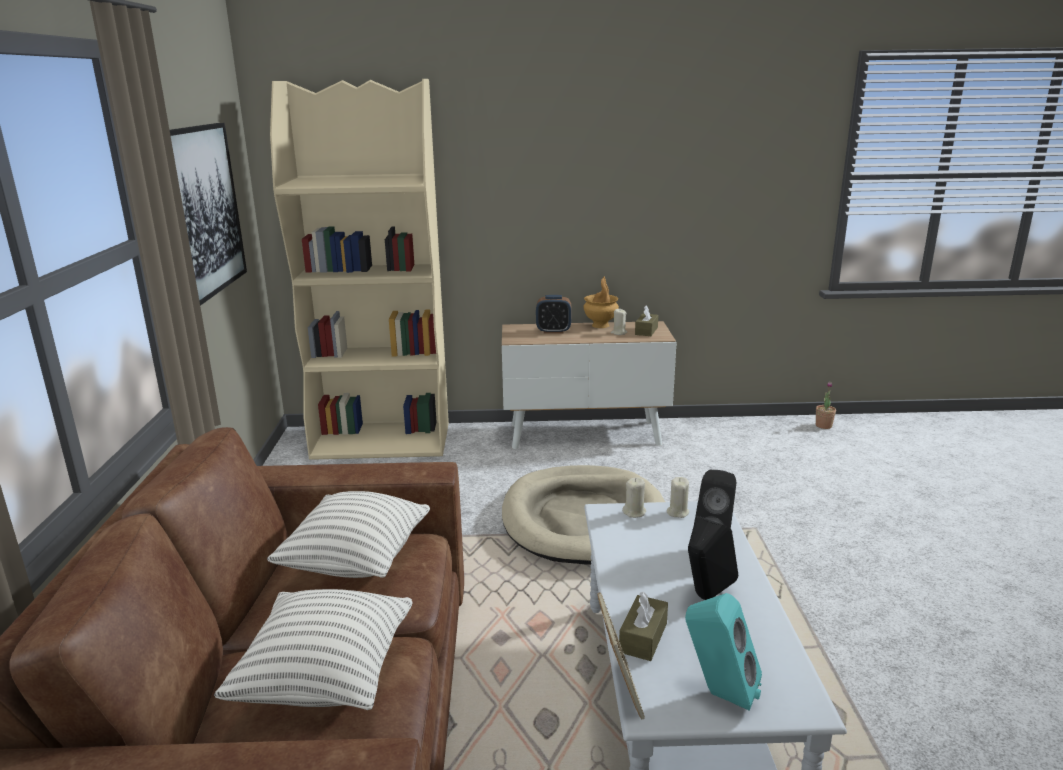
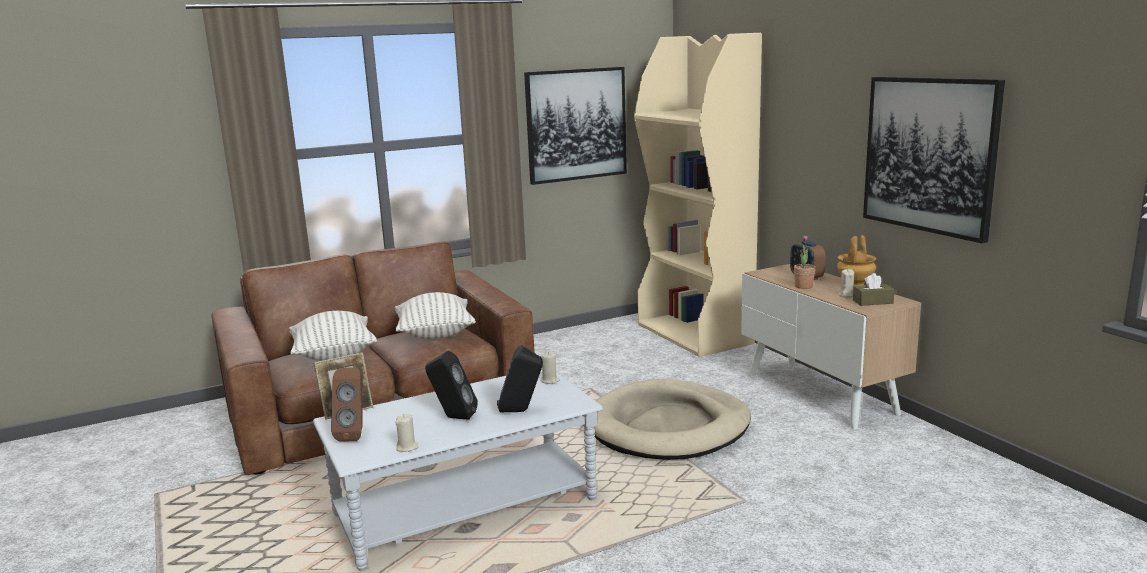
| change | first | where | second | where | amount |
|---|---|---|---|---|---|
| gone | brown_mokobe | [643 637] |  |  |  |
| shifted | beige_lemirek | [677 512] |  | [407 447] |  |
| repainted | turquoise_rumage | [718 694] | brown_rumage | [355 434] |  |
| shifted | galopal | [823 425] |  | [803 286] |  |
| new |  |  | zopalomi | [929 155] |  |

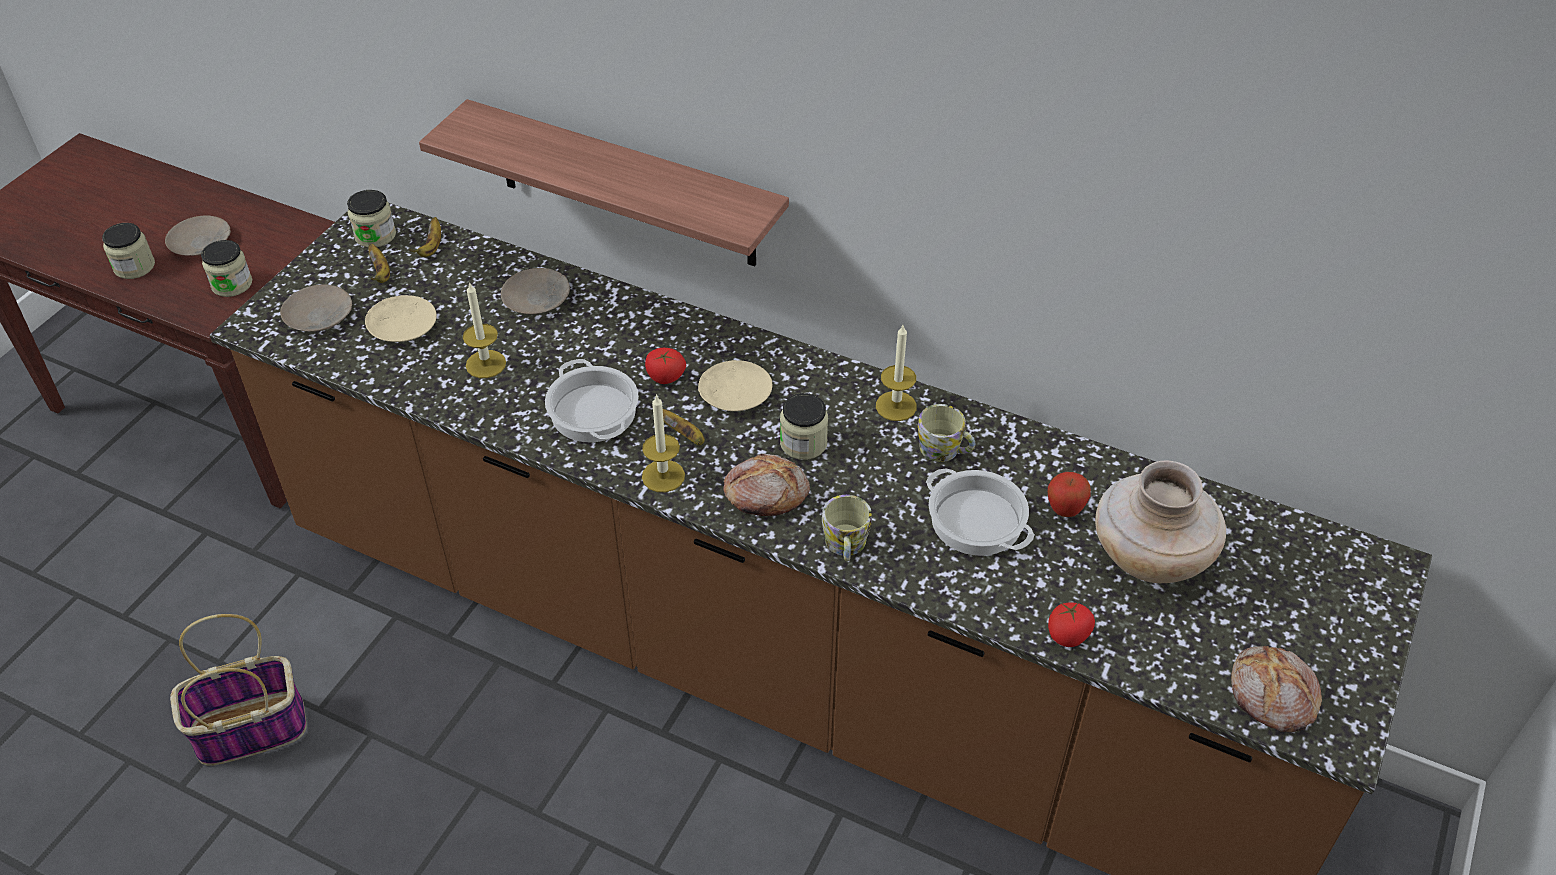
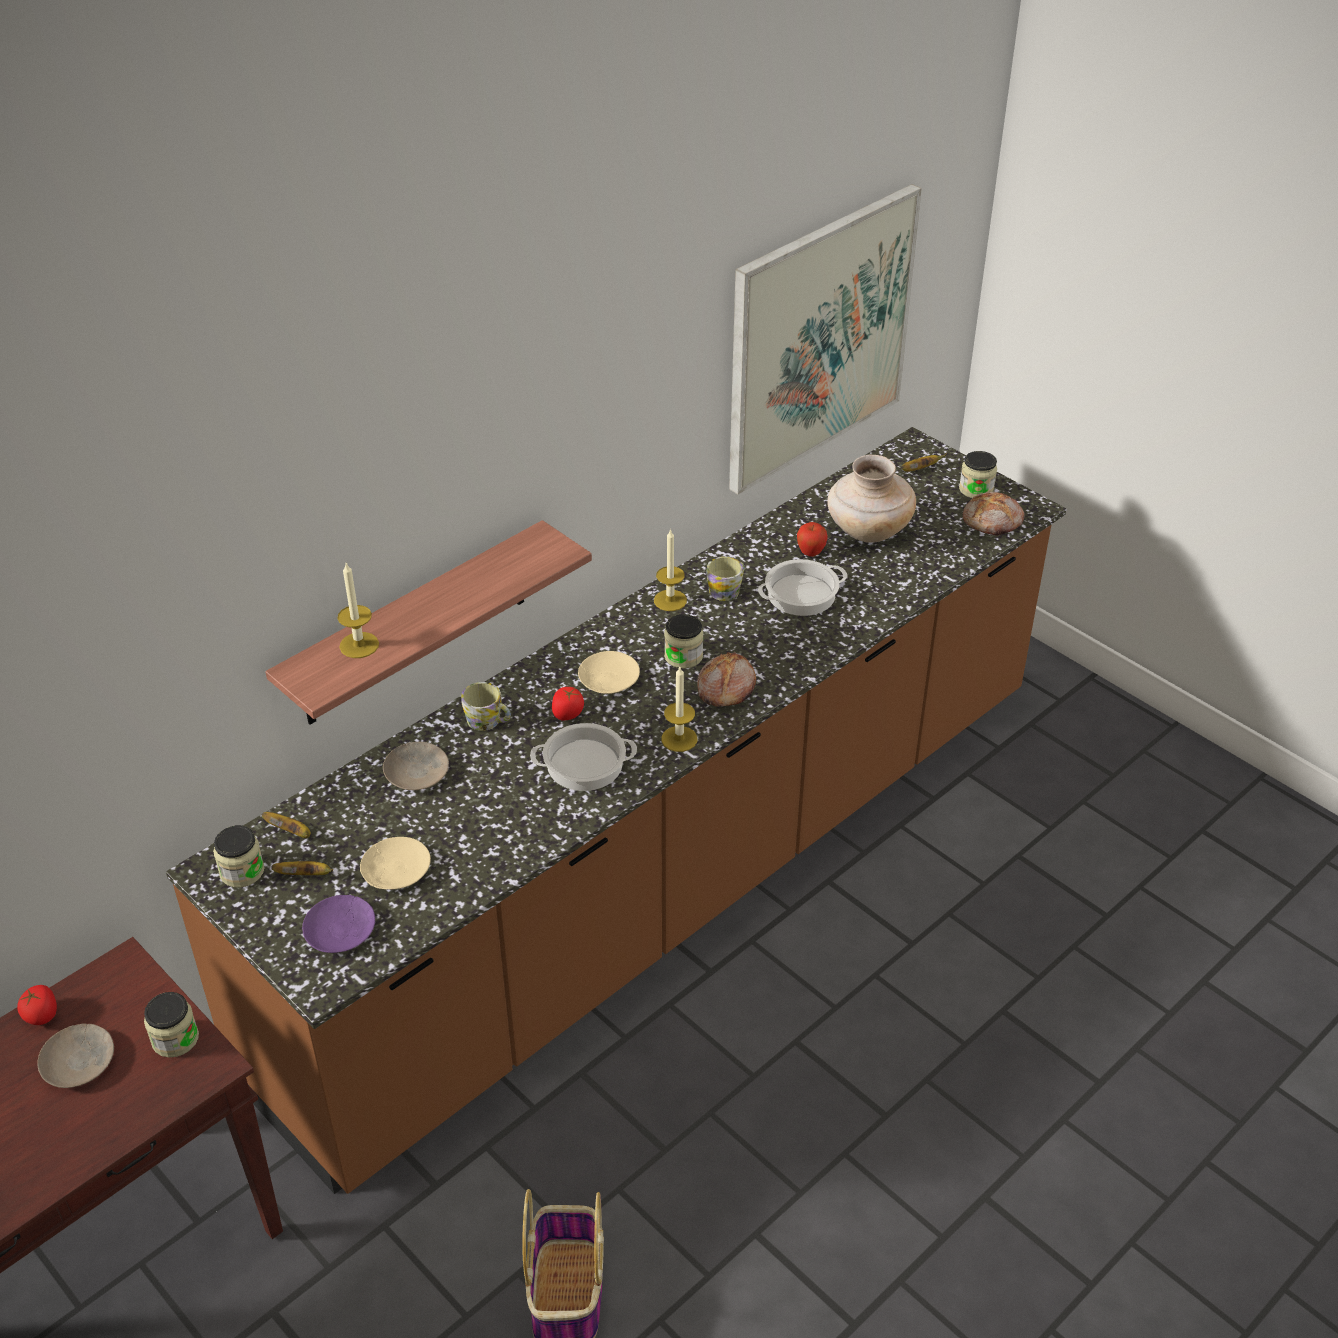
| change | first | where | second | where | amount |
|---|---|---|---|---|---|
| shifted | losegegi | [134 267] |  | [976 489] |  |
| repainted | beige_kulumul | [319 316] | purple_kulumul | [341 930] |  |
| shifted | lemirek | [486 364] |  | [359 645] |  |
| shifted | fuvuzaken | [684 435] |  | [919 469] |  |
| shifted | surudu | [845 546] |  | [488 721] |  |
| shifted | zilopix | [1068 635] |  | [42 1015] |  |
| new |  |  | zopalomi | [819 338] |  |

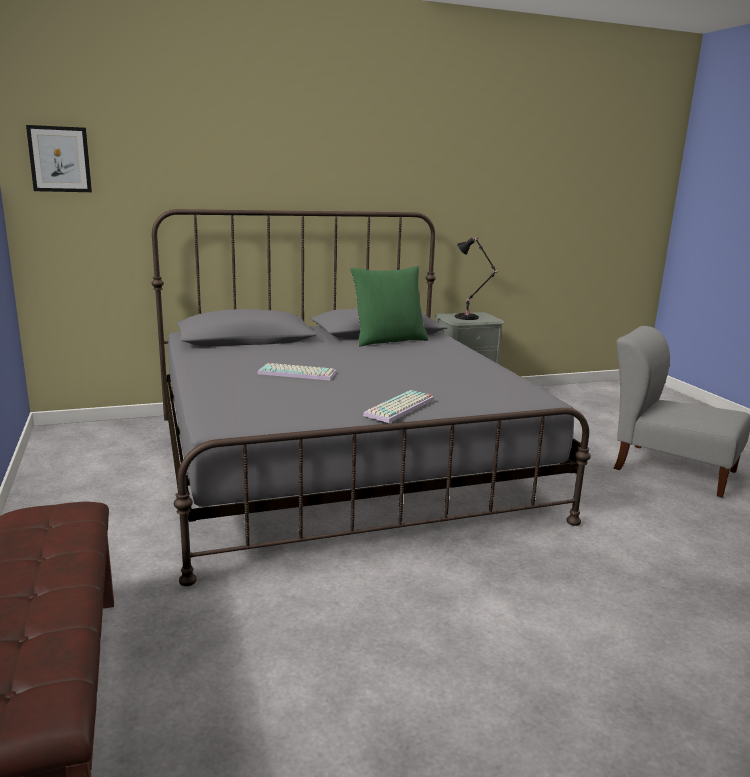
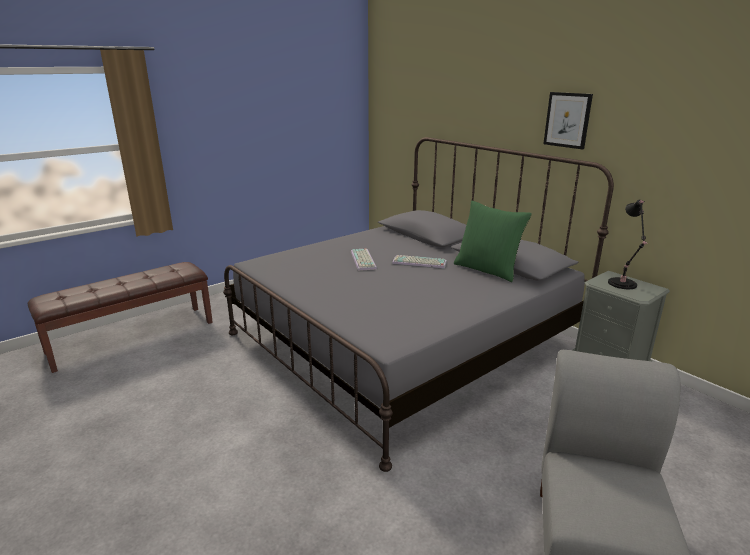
| change | first | where | second | where | amount |
|---|---|---|---|---|---|
| shifted | zopalomi | [59 159] |  | [567 120] |  |
| shifted | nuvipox | [400 408] |  | [418 263] |  |

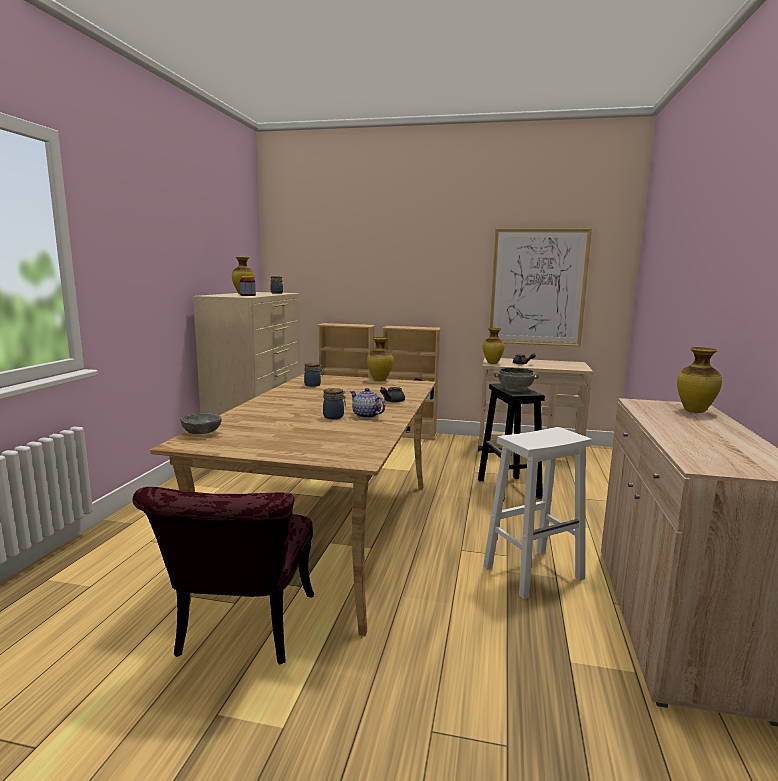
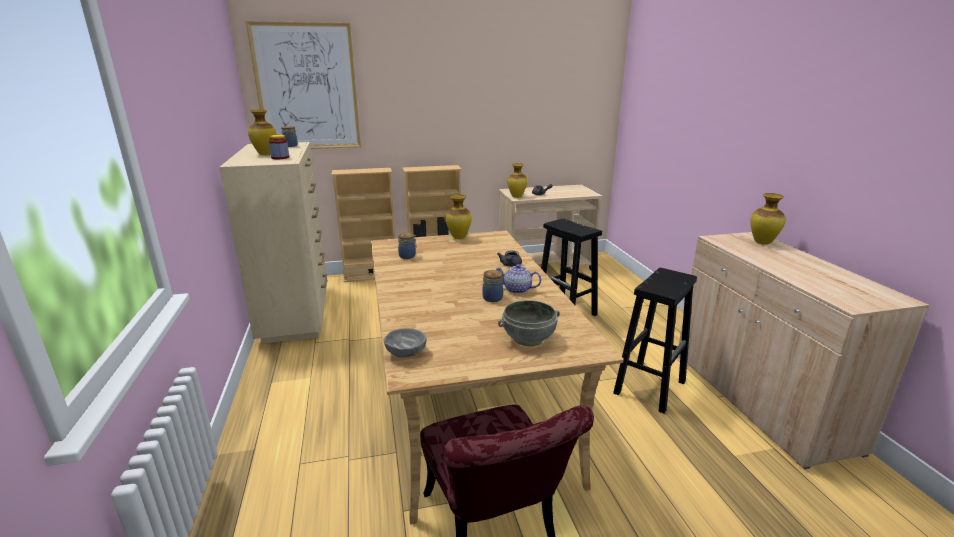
| change | first | where | second | where | amount |
|---|---|---|---|---|---|
| repainted | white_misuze | [534 572] | black_misuze | [650 387] |  |
| shifted | zopalomi | [538 287] |  | [307 88] |  |
| shifted | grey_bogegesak | [515 390] |  | [528 339] |  |

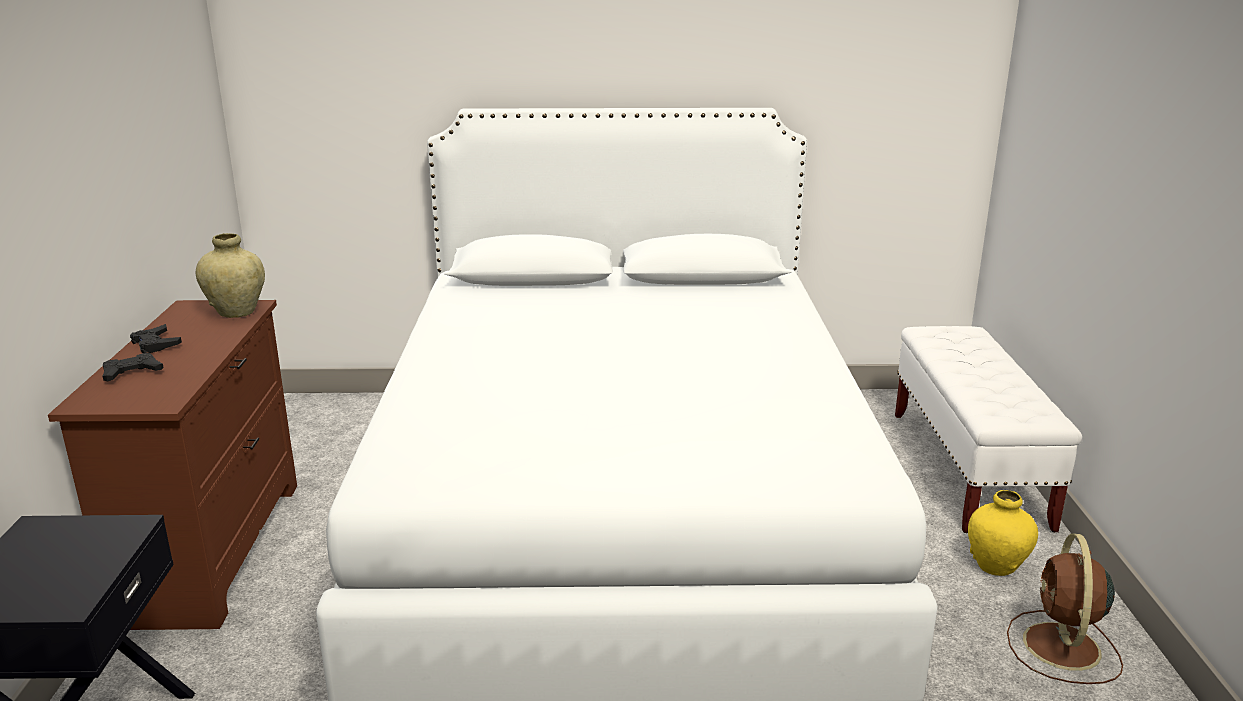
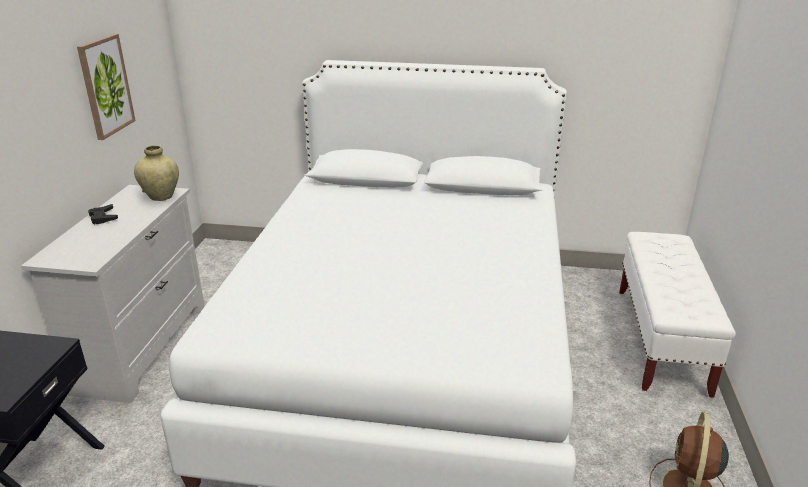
| change | first | where | second | where | amount |
|---|---|---|---|---|---|
| repainted | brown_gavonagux | [215 549] | white_gavonagux | [143 346] |  |
| gone | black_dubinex | [131 373] |  |  |  |
| gone | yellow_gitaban | [996 566] |  |  |  |
| new |  |  | zopalomi | [105 86] |  |

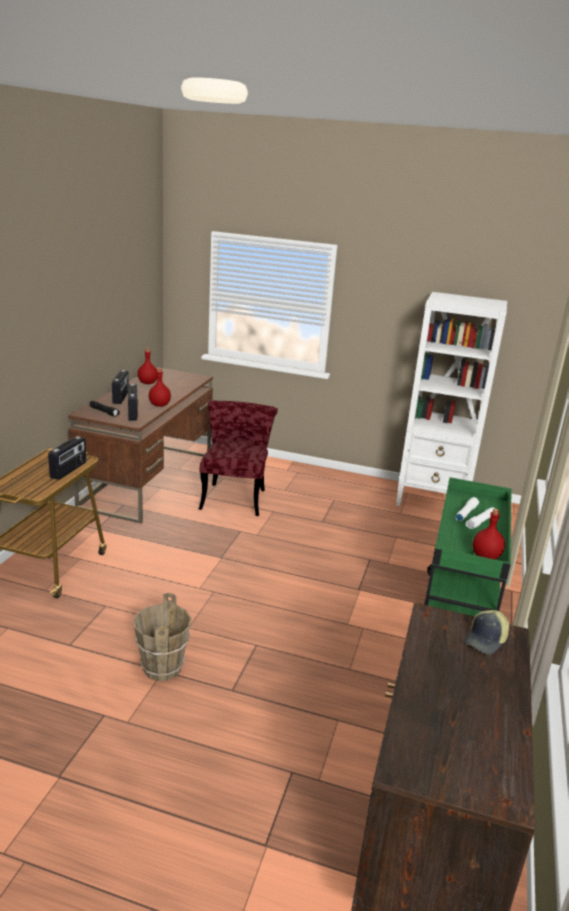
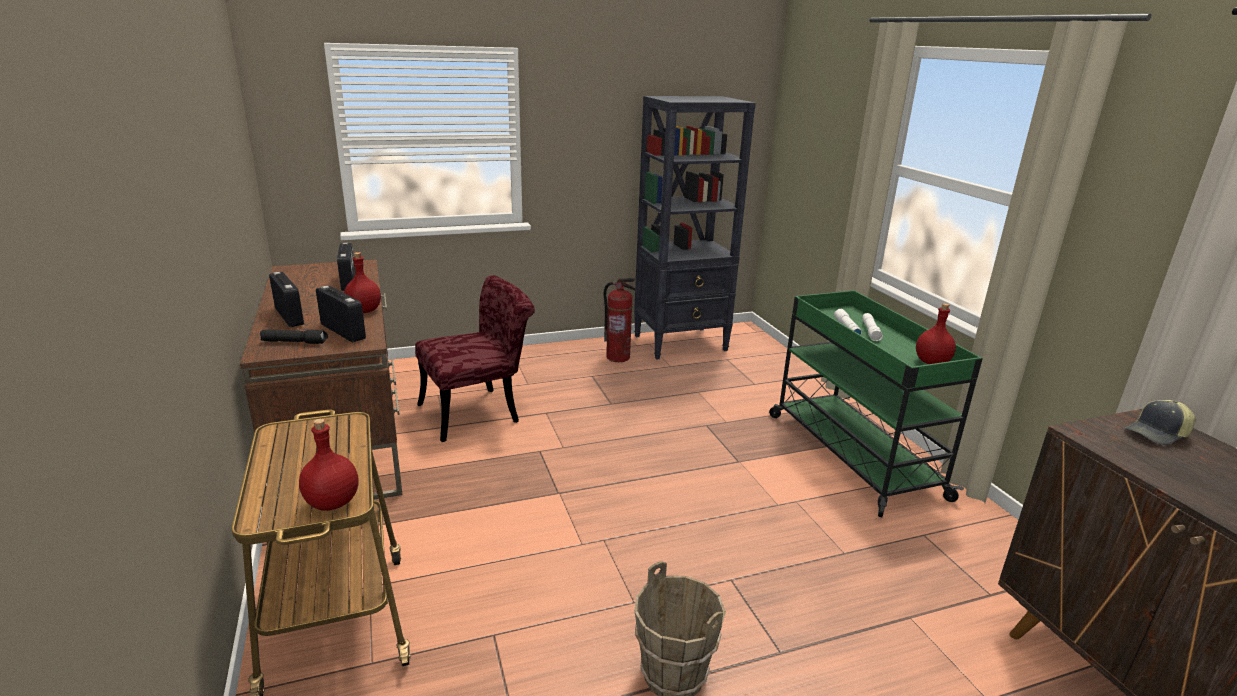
| change | first | where | second | where | amount |
|---|---|---|---|---|---|
| shifted | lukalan | [69 470] |  | [349 282] |  |
| shifted | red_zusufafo | [148 383] |  | [332 502] |  |
| rotated | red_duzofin | [235 496] |  | [479 411] | 90 degrees clockwise |
| repainted | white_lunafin | [433 501] | black_lunafin | [681 343] |  |
| rotated | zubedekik | [486 640] |  | [1158 434] | 60 degrees clockwise |
| new |  |  | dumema | [618 357] |  |

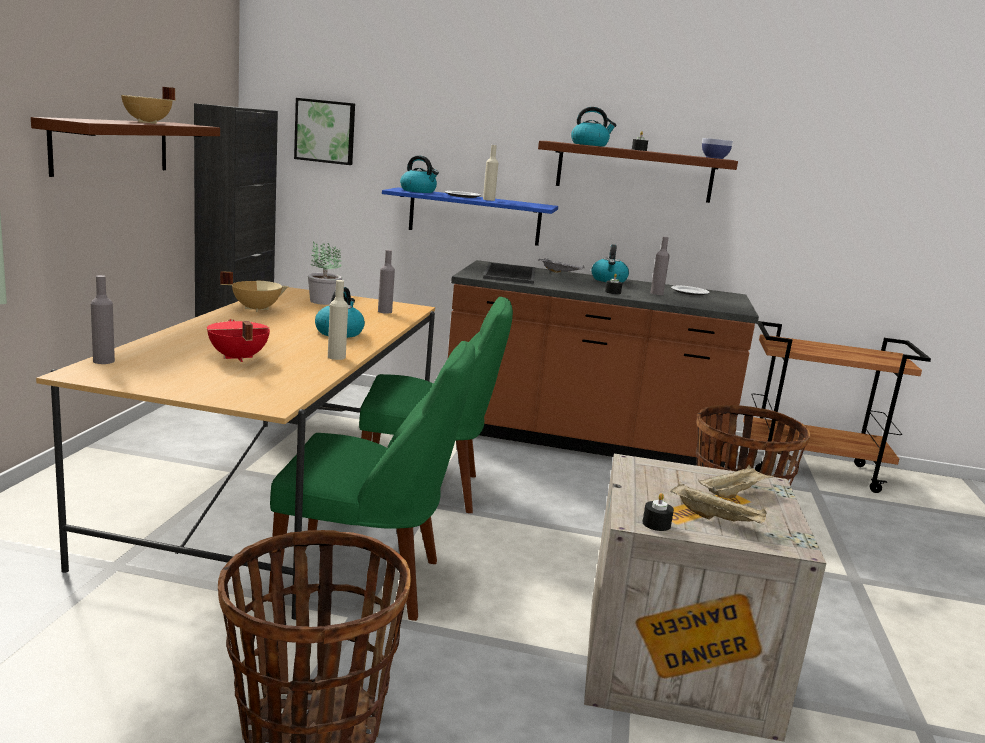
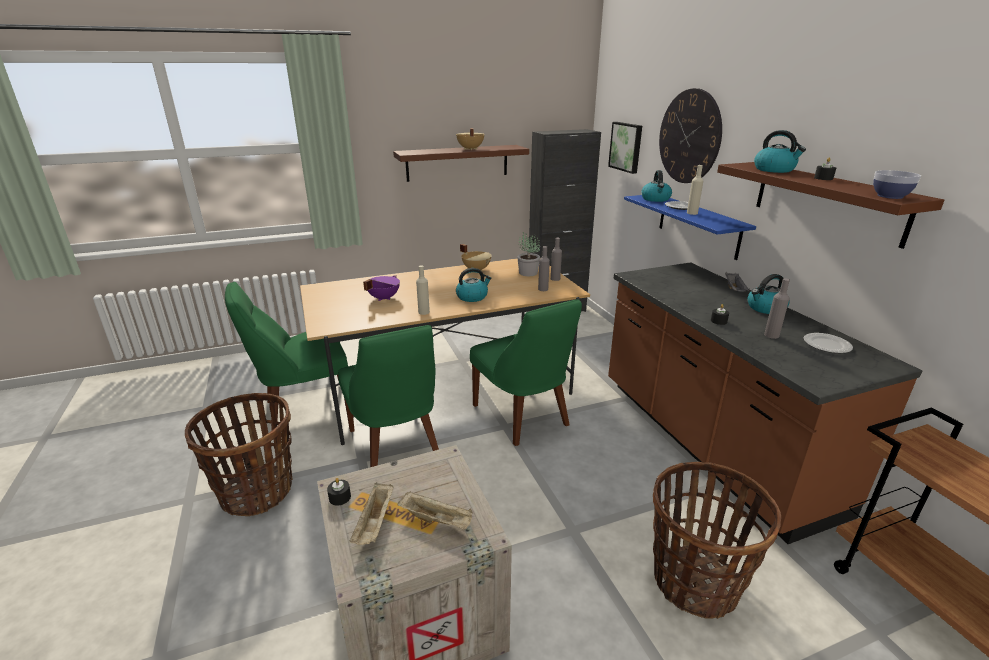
| change | first | where | second | where | amount |
|---|---|---|---|---|---|
| shifted | grey_zusufafo | [103 361] |  | [555 279] |  |
| repainted | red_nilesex | [237 358] | purple_nilesex | [383 298] |  |
| gone | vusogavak | [511 274] |  |  |  |
| new |  |  | green_duzofin | [305 409] |  |
| new |  |  | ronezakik | [689 137] |  |

